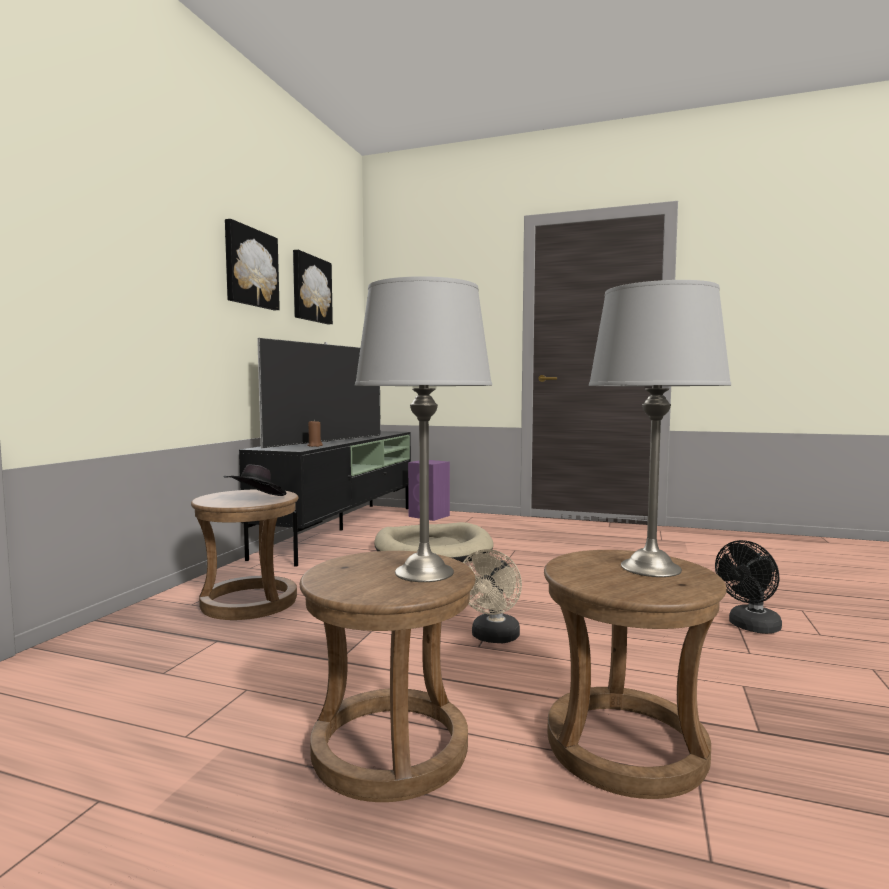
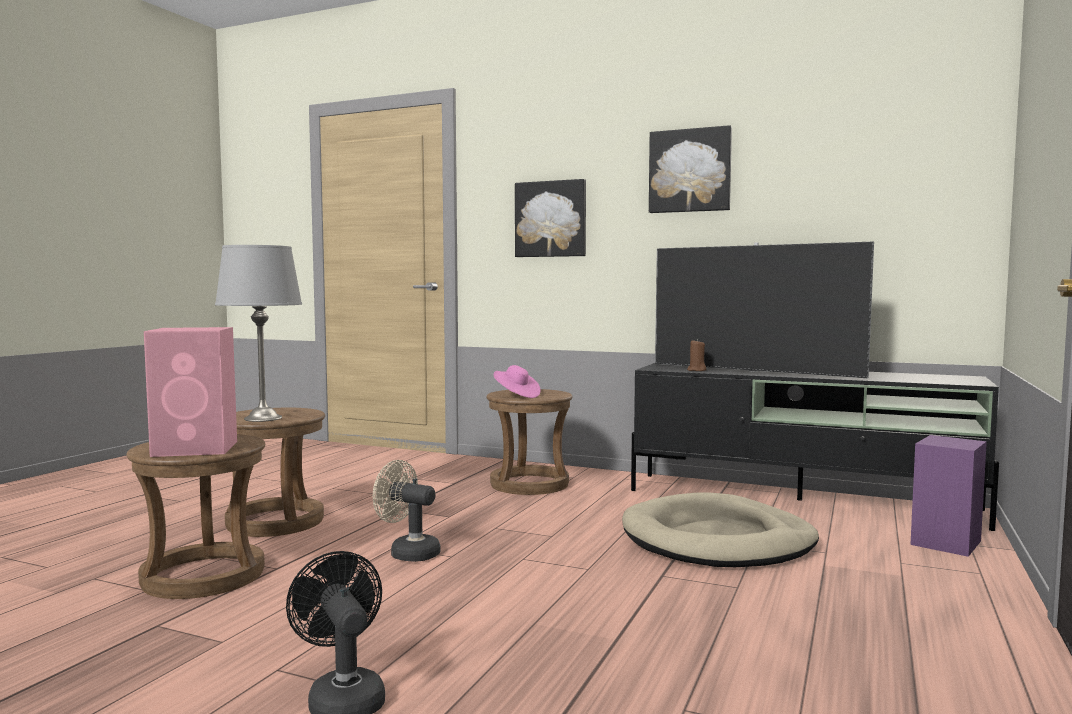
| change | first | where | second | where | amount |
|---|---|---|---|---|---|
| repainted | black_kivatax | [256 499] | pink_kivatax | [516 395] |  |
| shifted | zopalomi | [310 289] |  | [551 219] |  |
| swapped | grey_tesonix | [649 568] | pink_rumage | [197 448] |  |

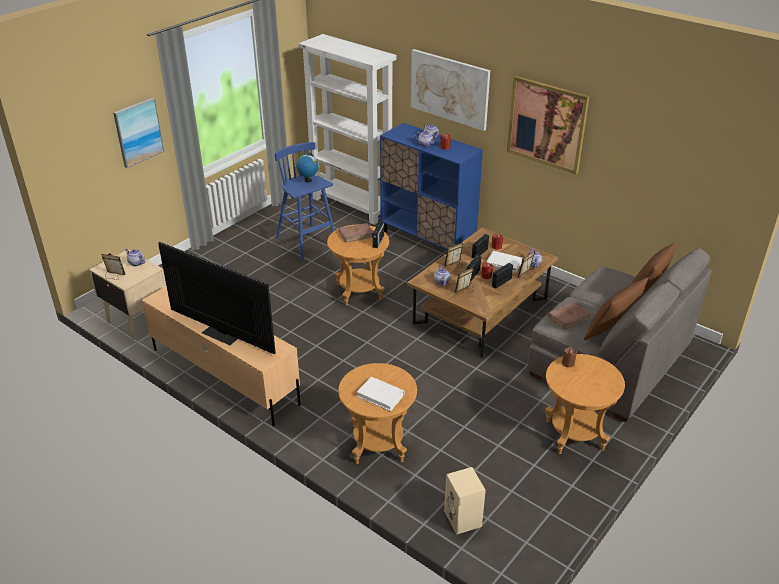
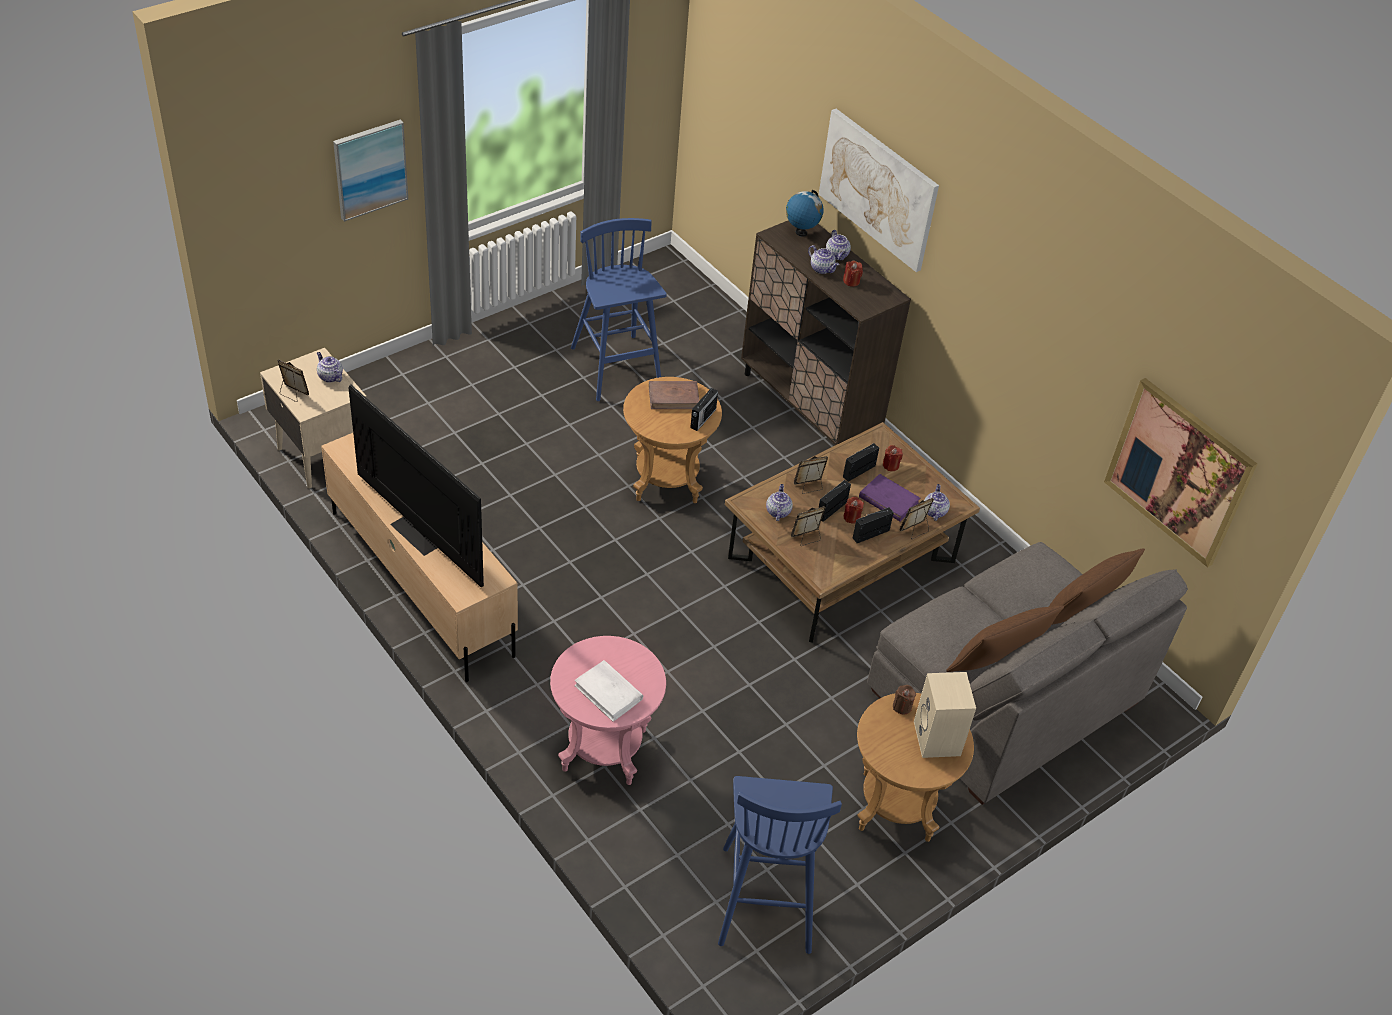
| change | first | where | second | where | amount |
|---|---|---|---|---|---|
| shifted | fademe | [308 180] |  | [801 232] |  |
| gone | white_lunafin | [352 206] |  |  |  |
| repainted | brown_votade | [378 445] | pink_votade | [604 749] |  |
| repainted | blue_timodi | [427 239] | brown_timodi | [809 405] |  |
| shifted | beige_rumage | [464 519] |  | [938 739] |  |
| repainted | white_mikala | [503 263] | purple_mikala | [888 500] |  |
| shifted | zopalomi | [547 124] |  | [1179 472] |  |
| gone | brown_mikala | [569 317] |  |  |  |
| new |  |  | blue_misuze | [766 897] |  |

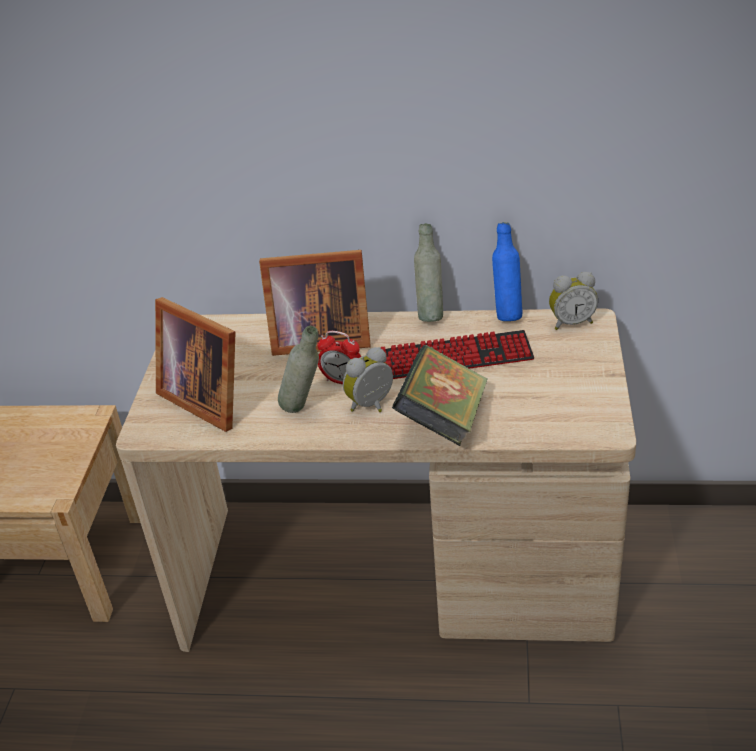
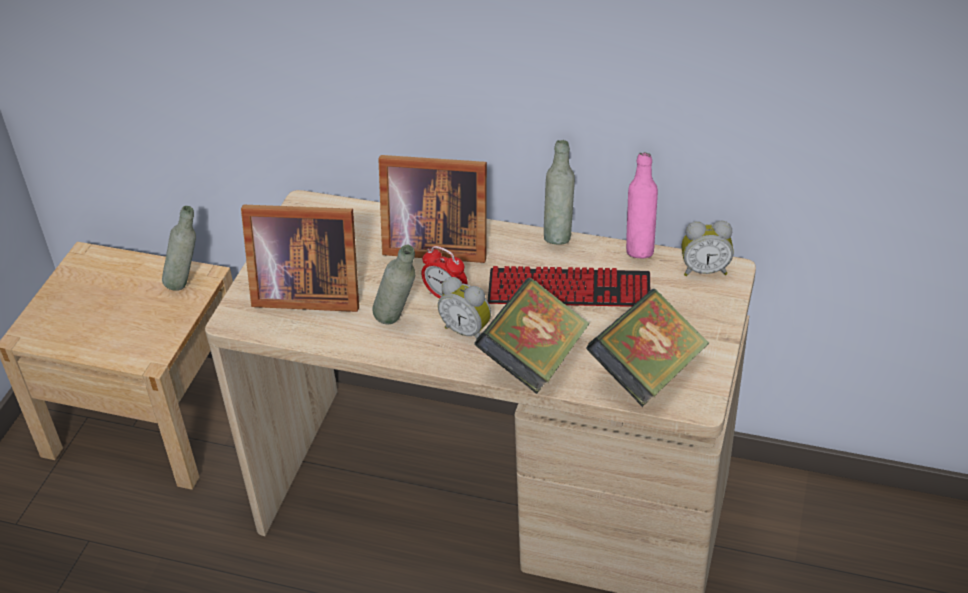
| change | first | where | second | where | amount |
|---|---|---|---|---|---|
| rotated | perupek | [206 398] |  | [305 292] | 45 degrees counterclockwise |
| rotated | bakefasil | [372 406] |  | [467 331] | 120 degrees counterclockwise |
| repainted | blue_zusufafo | [507 314] | pink_zusufafo | [640 248] |  |
| new |  |  | grey_zusufafo | [187 283] |  |
| new |  |  | mikala | [647 373] |  |

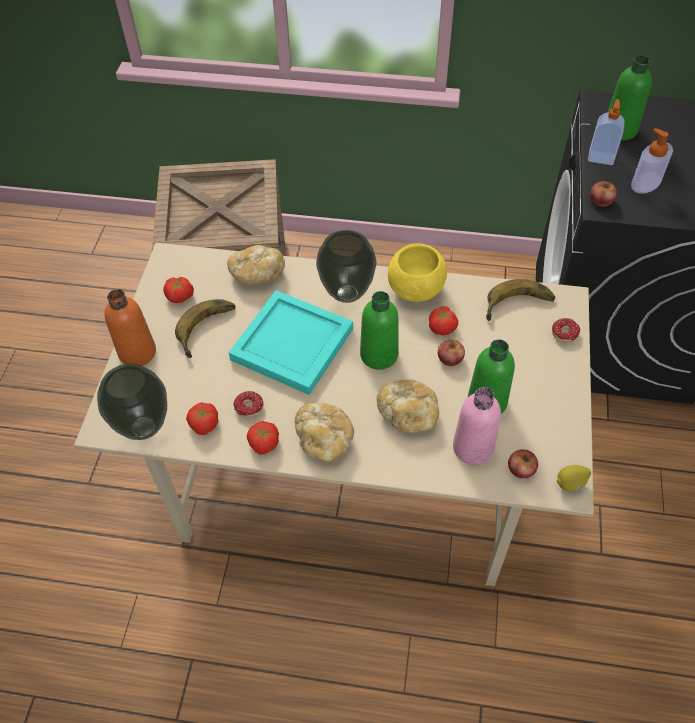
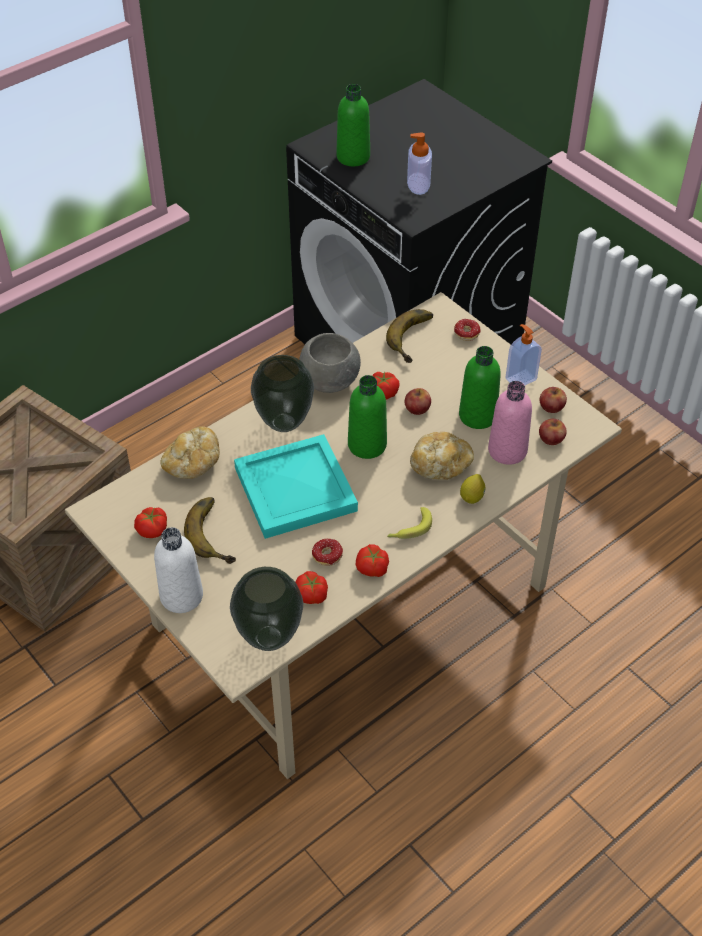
| change | first | where | second | where | amount |
|---|---|---|---|---|---|
| repainted | orange_zusufafo | [137 352] | white_zusufafo | [181 596] |  |
| swapped | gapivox | [324 439] | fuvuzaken | [409 529] |  |
| repainted | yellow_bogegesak | [416 289] | grey_bogegesak | [330 380] |  |
| shifted | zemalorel | [570 484] |  | [472 497] |  |
| shifted | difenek | [601 157] |  | [520 378] |  |
| shifted | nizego | [601 200] |  | [551 406] |  |

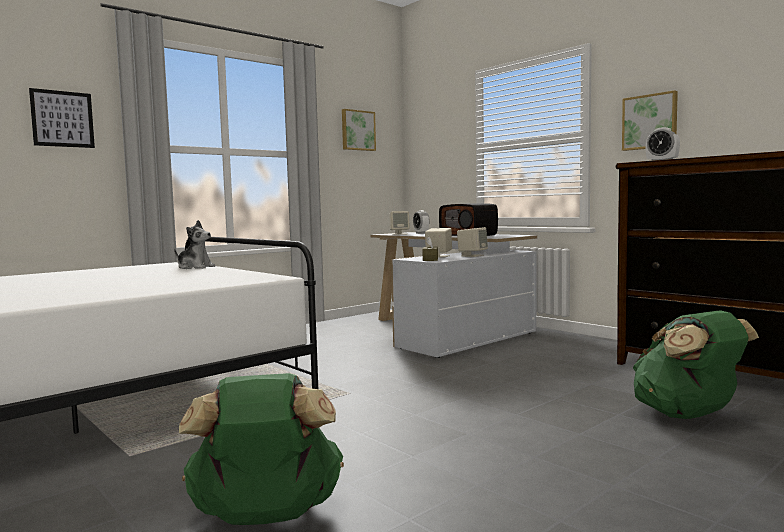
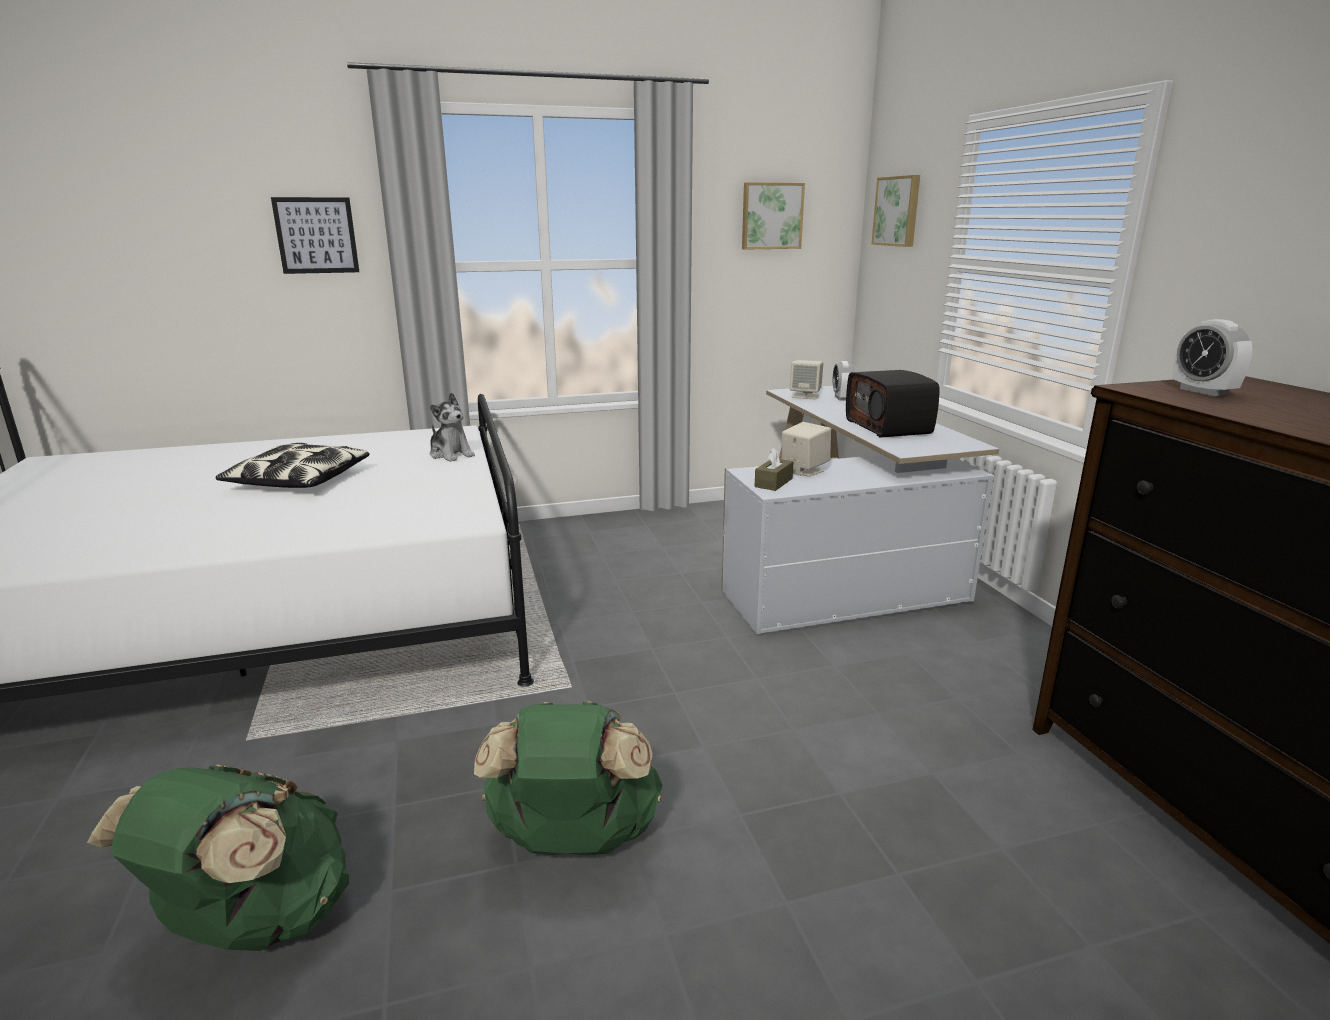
| change | first | where | second | where | amount |
|---|---|---|---|---|---|
| gone | beige_rumage | [472 255] |  |  |  |
| shifted | zopalomi | [650 122] |  | [898 211] |  |
| shifted | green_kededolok | [687 415] |  | [573 840] |  |
| new |  |  | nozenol | [298 480] |  |

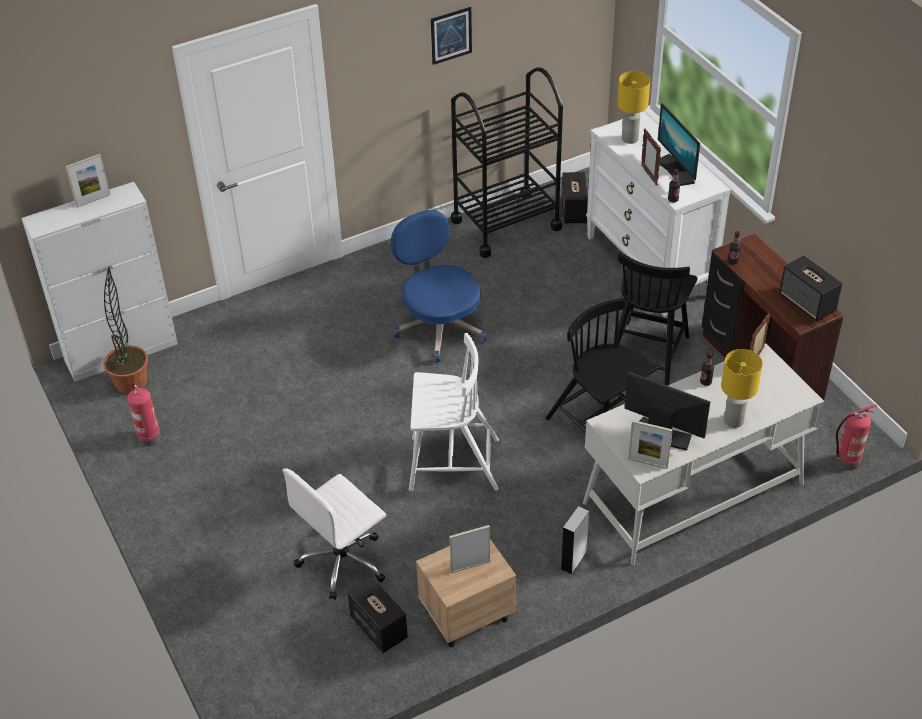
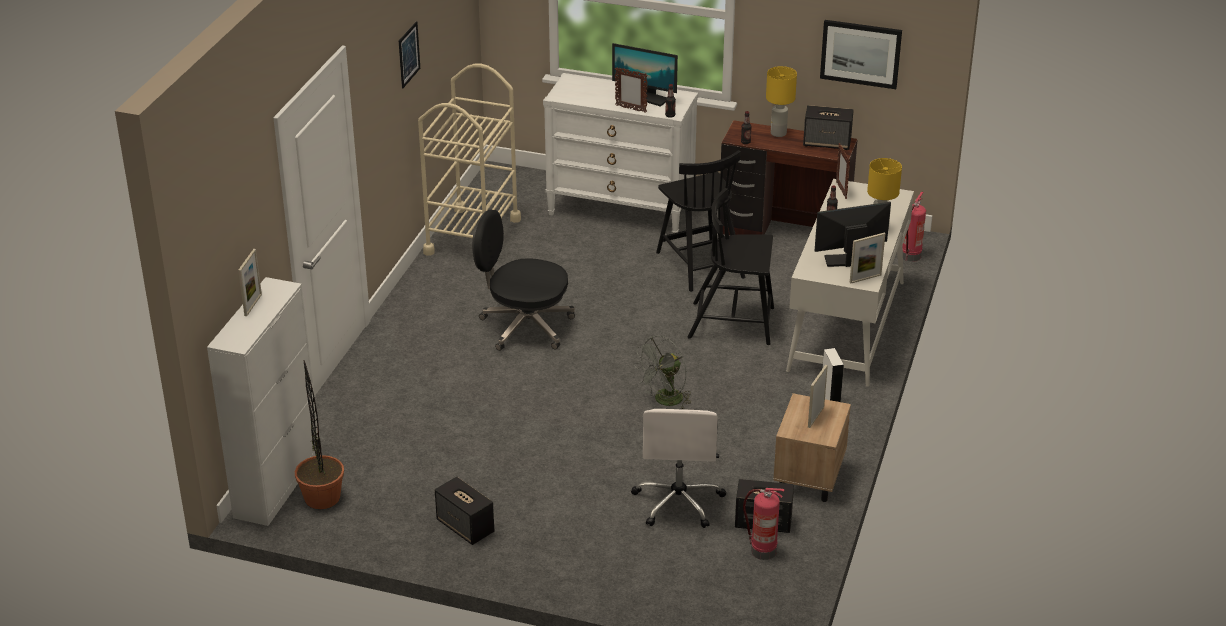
| change | first | where | second | where | amount |
|---|---|---|---|---|---|
| shifted | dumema | [148 437] |  | [762 551] |  |
| repainted | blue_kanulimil | [439 328] | black_kanulimil | [524 326] |  |
| swapped | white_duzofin | [452 464] | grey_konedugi | [664 401] |  |
| repainted | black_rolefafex | [506 224] | beige_rolefafex | [472 236] |  |
| shifted | rumage | [574 211] |  | [466 527] |  |
| shifted | yellow_tesonix | [629 139] |  | [778 133] |  |
| new |  |  | zopalomi | [860 53] |  |

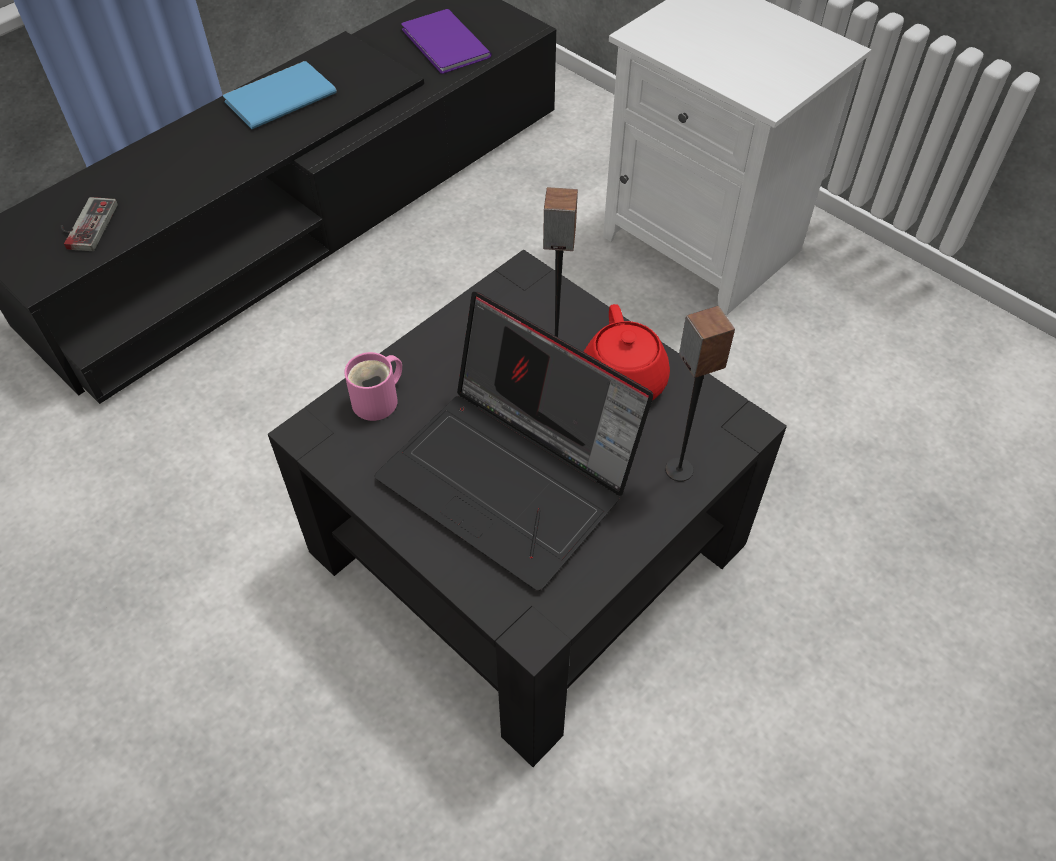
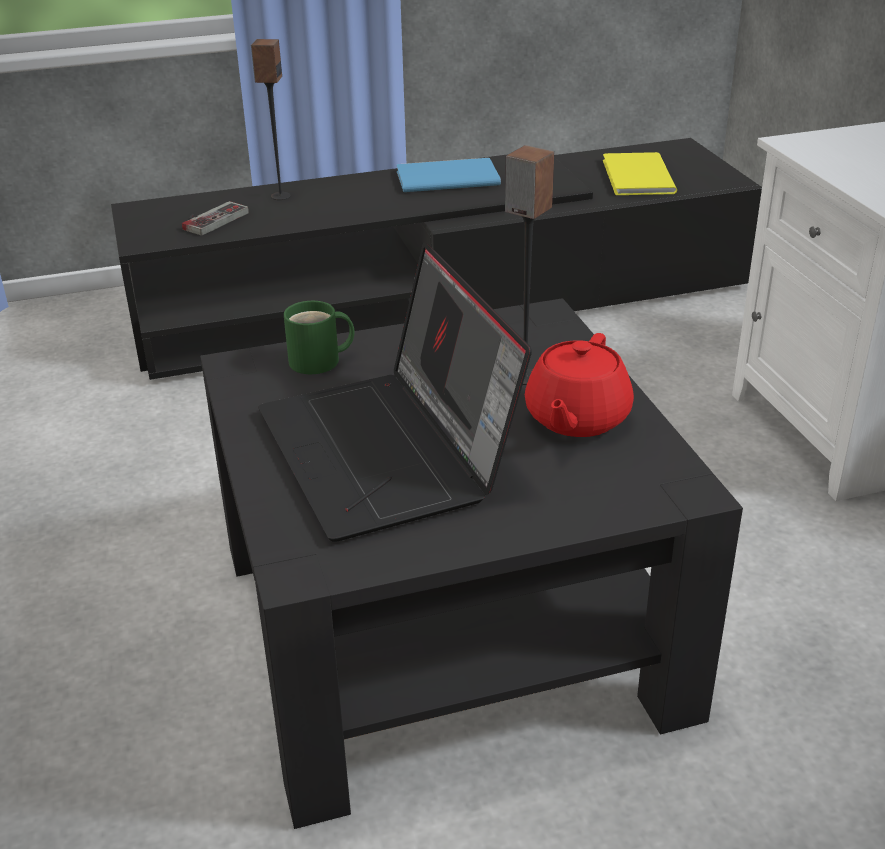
| change | first | where | second | where | amount |
|---|---|---|---|---|---|
| repainted | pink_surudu | [379 400] | green_surudu | [319 361] |  |
| repainted | purple_mikala | [444 45] | yellow_mikala | [635 177] |  |
| shifted | rumage | [678 470] |  | [280 196] |  |

